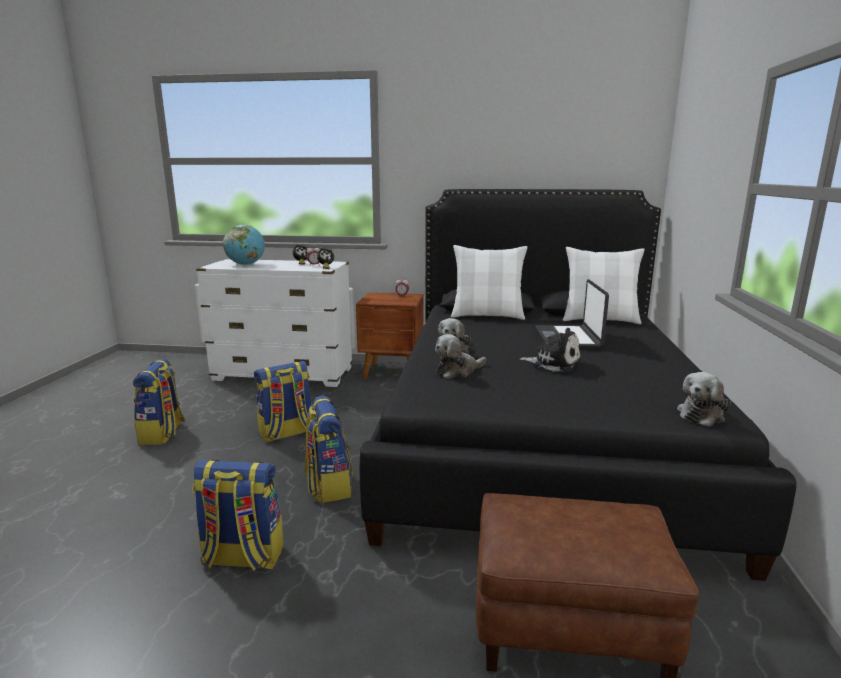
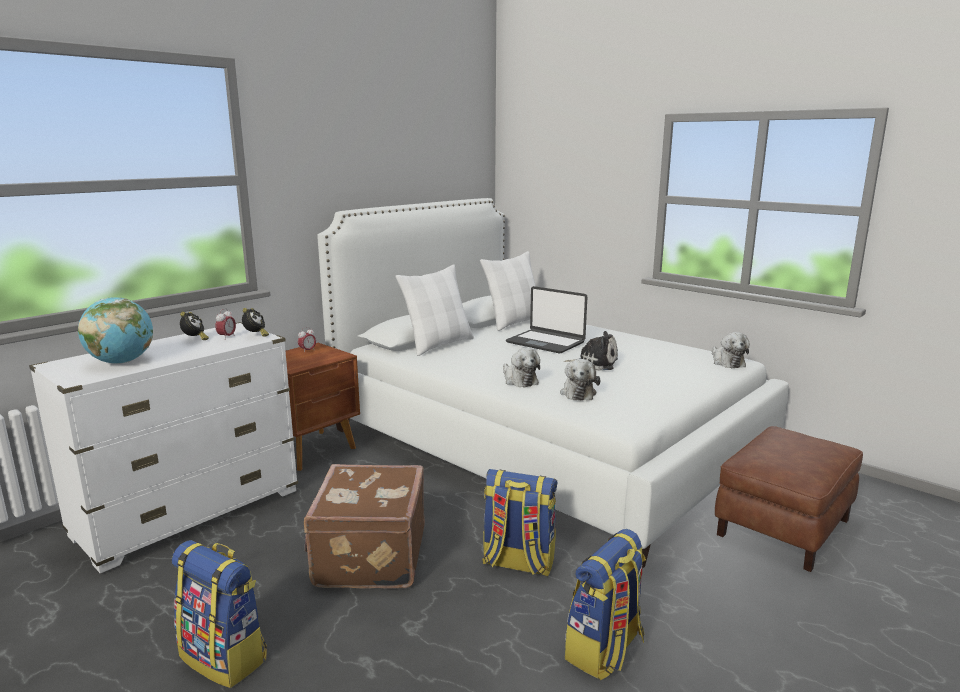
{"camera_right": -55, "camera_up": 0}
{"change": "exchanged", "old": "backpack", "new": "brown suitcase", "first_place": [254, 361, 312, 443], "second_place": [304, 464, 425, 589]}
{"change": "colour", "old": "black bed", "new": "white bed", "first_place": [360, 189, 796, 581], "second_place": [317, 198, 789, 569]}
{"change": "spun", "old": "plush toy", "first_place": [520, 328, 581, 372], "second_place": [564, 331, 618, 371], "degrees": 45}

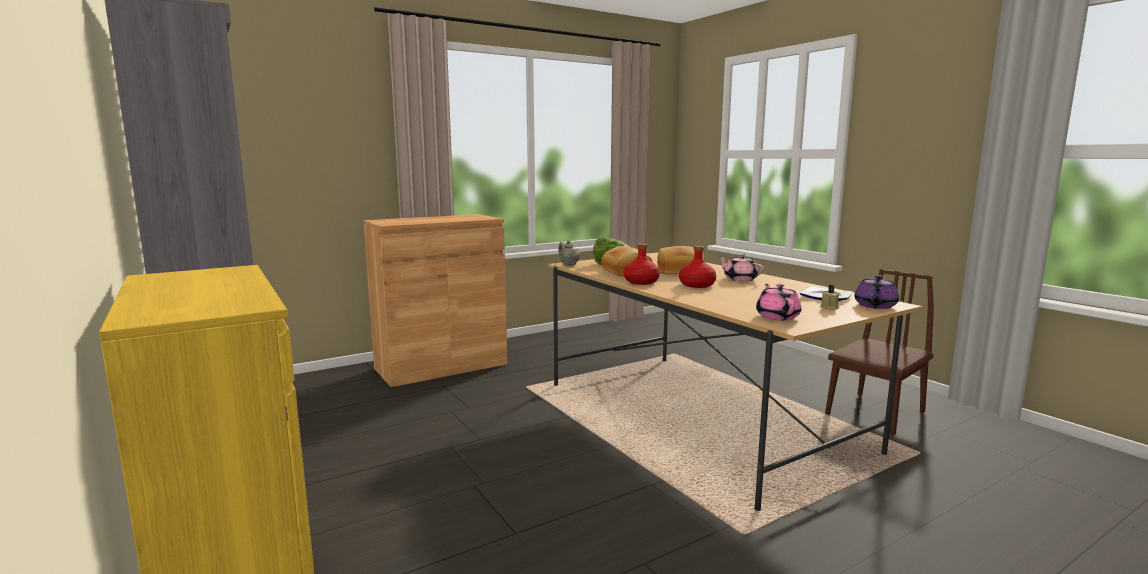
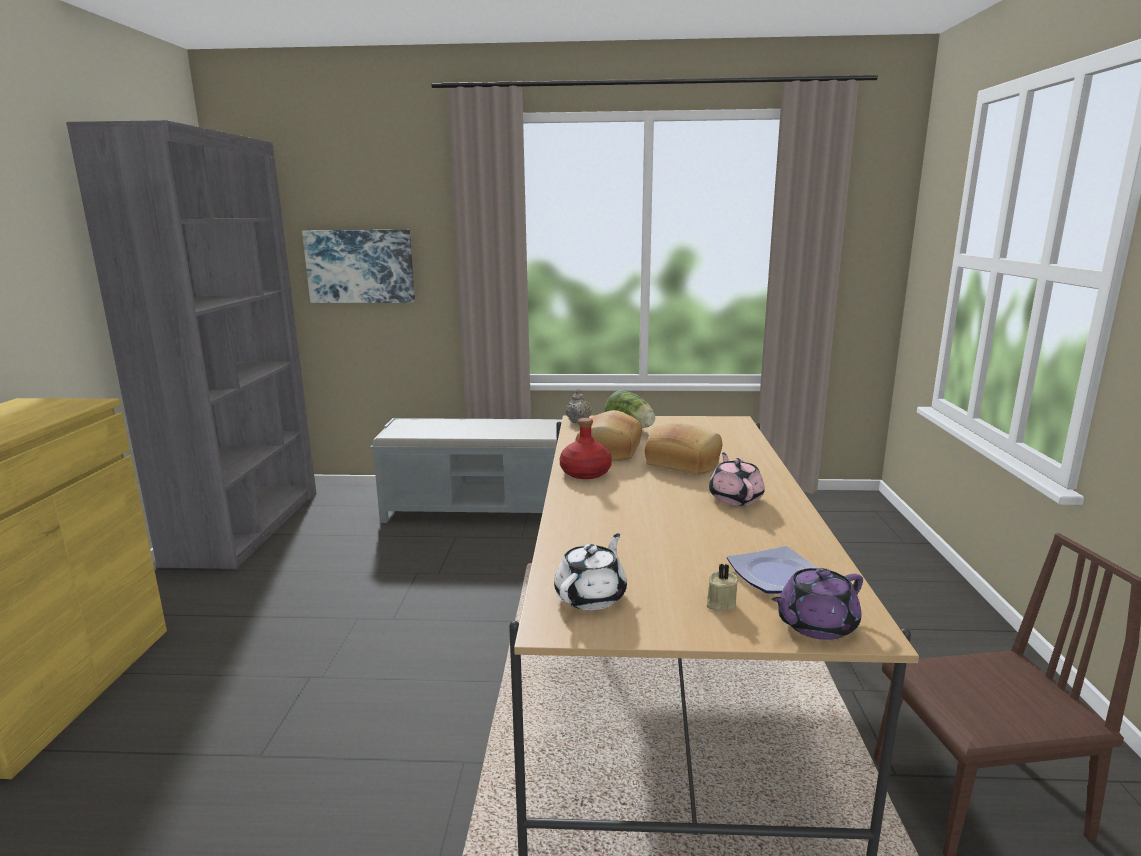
{"camera_right": 35, "camera_up": 5}
{"change": "exchanged", "old": "brown cabinet", "new": "grey bench", "first_place": [363, 214, 507, 387], "second_place": [370, 418, 562, 523]}
{"change": "missing", "old": "red bottle", "first_place": [679, 246, 716, 288]}
{"change": "colour", "old": "pink teapot", "new": "white teapot", "first_place": [756, 284, 802, 320], "second_place": [554, 533, 627, 610]}
{"change": "appeared", "new": "picture", "second_place": [302, 230, 415, 303]}

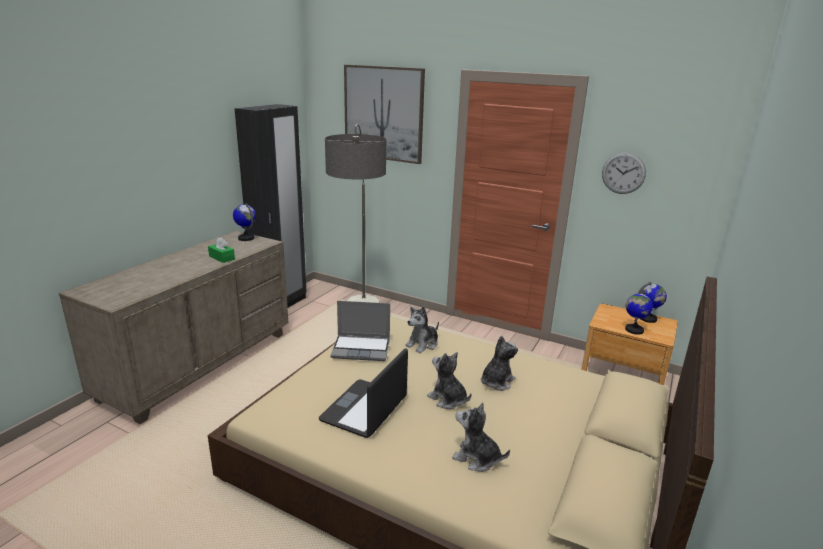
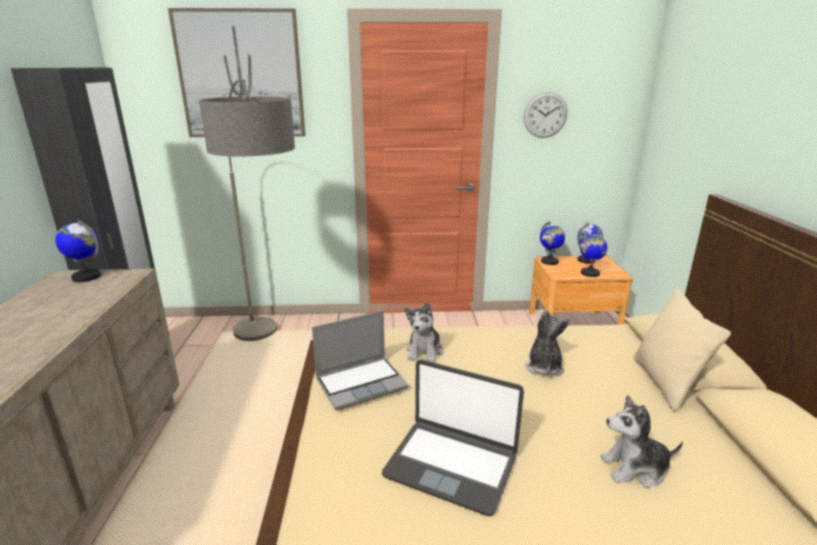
{"camera_right": -30, "camera_up": 0}
{"change": "missing", "old": "green tissue box", "first_place": [208, 237, 235, 263]}
{"change": "spun", "old": "laptop", "first_place": [319, 348, 408, 438], "second_place": [382, 360, 524, 516], "degrees": -60}
{"change": "missing", "old": "plush toy", "first_place": [427, 352, 472, 409]}
{"change": "appeared", "new": "globe", "second_place": [540, 221, 565, 265]}
{"change": "appeared", "new": "beige pillow", "second_place": [633, 288, 731, 412]}

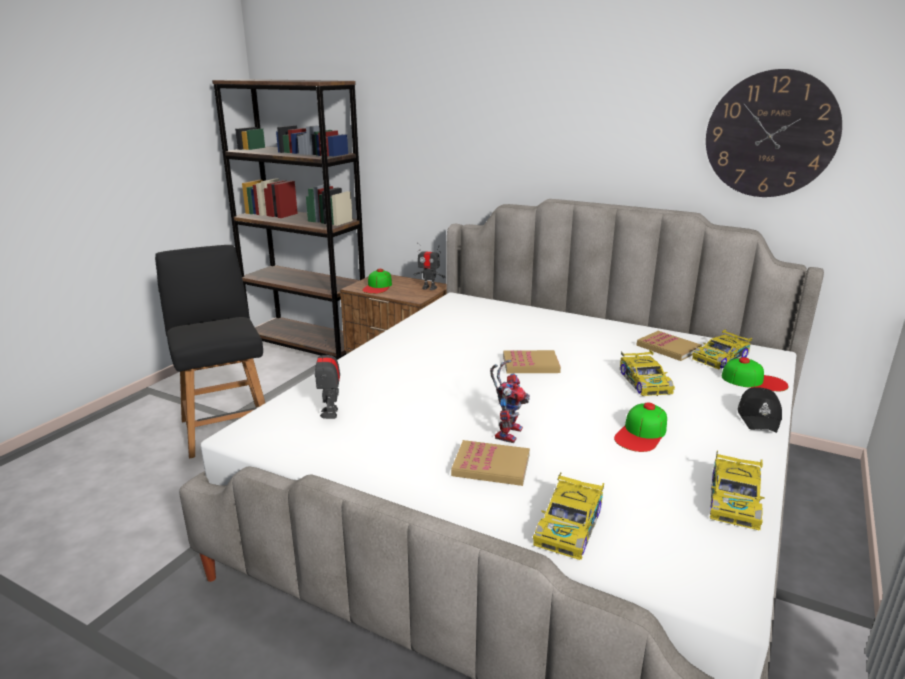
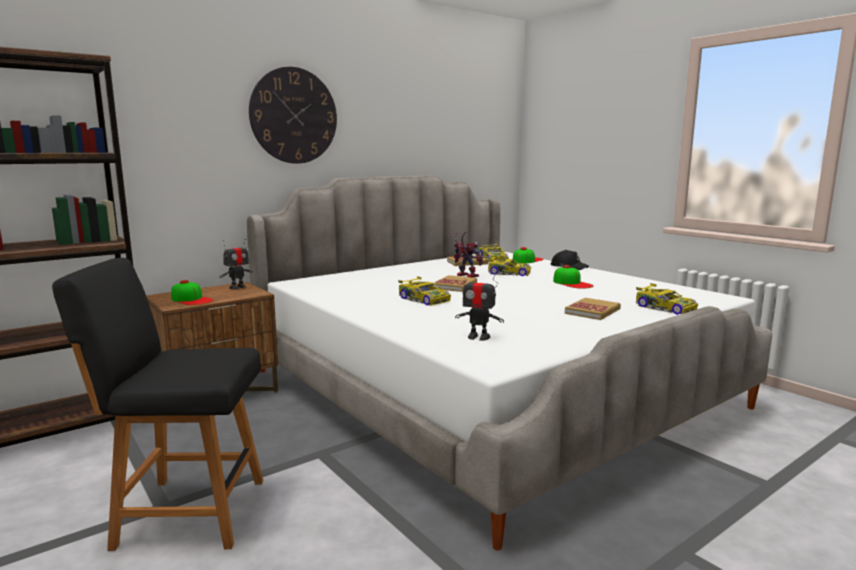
{"camera_right": -65, "camera_up": -10}
{"change": "relocated", "old": "toy robot", "first_place": [490, 360, 530, 443], "second_place": [454, 231, 483, 278]}
{"change": "relocated", "old": "wall clock", "first_place": [706, 69, 842, 197], "second_place": [249, 67, 337, 164]}
{"change": "relocated", "old": "toy car", "first_place": [710, 451, 765, 530], "second_place": [398, 276, 451, 306]}

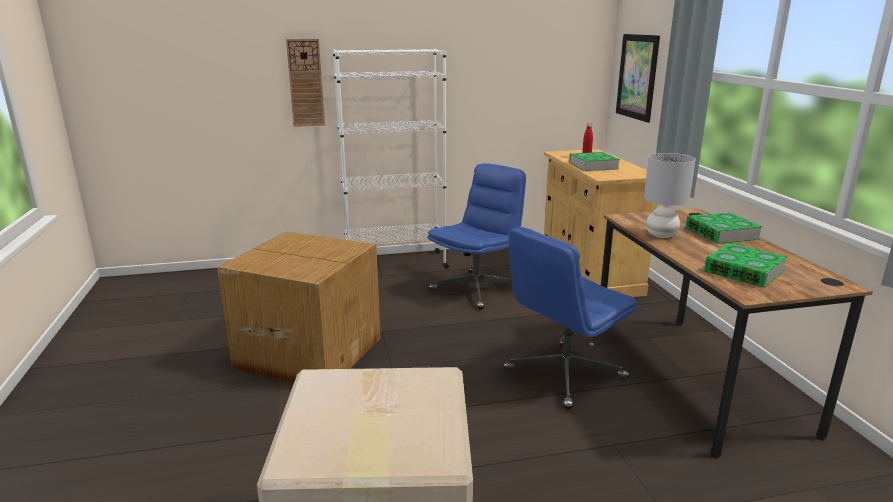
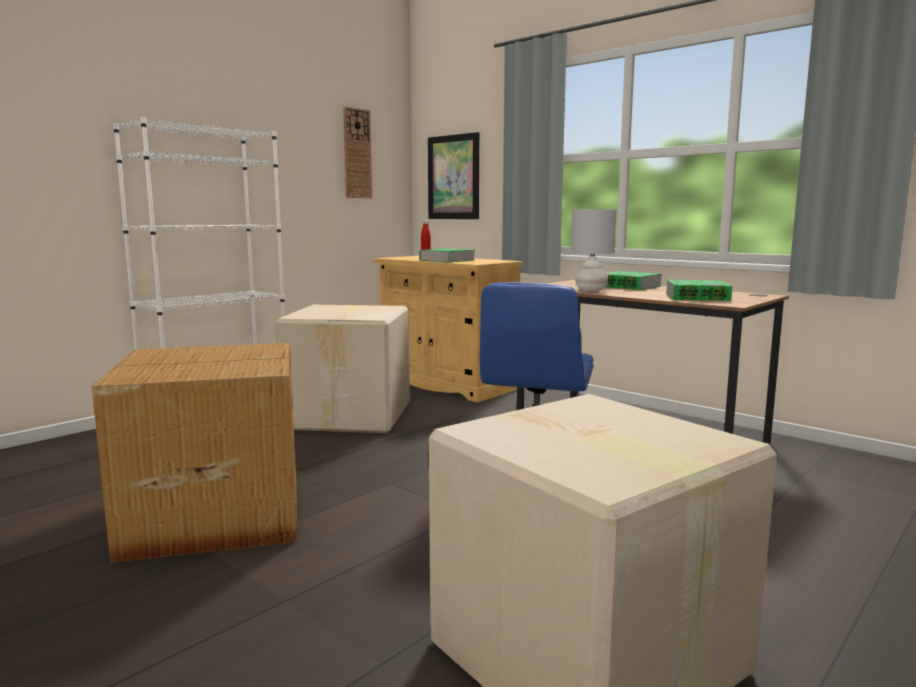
{"camera_right": -35, "camera_up": -10}
{"change": "relocated", "old": "wall clock", "first_place": [286, 39, 325, 127], "second_place": [343, 106, 372, 198]}
{"change": "exchanged", "old": "blue office chair", "new": "cardboard box", "first_place": [427, 163, 526, 310], "second_place": [275, 305, 410, 433]}

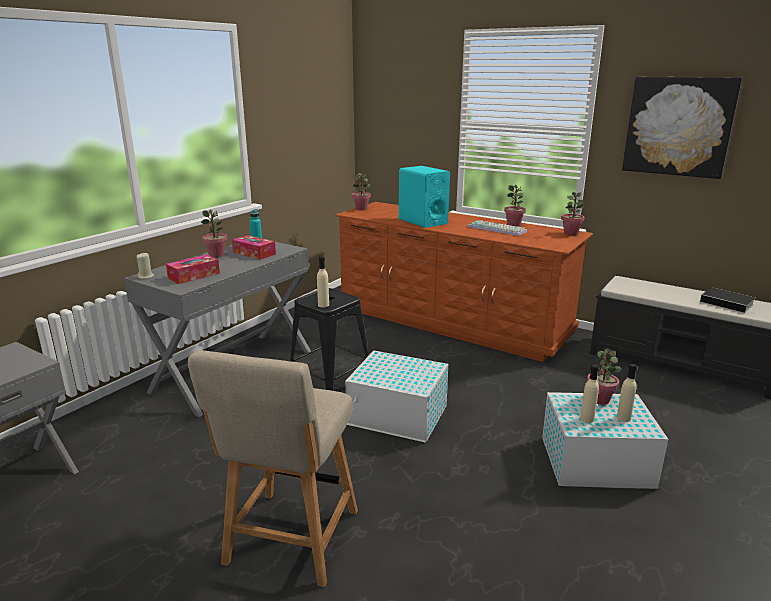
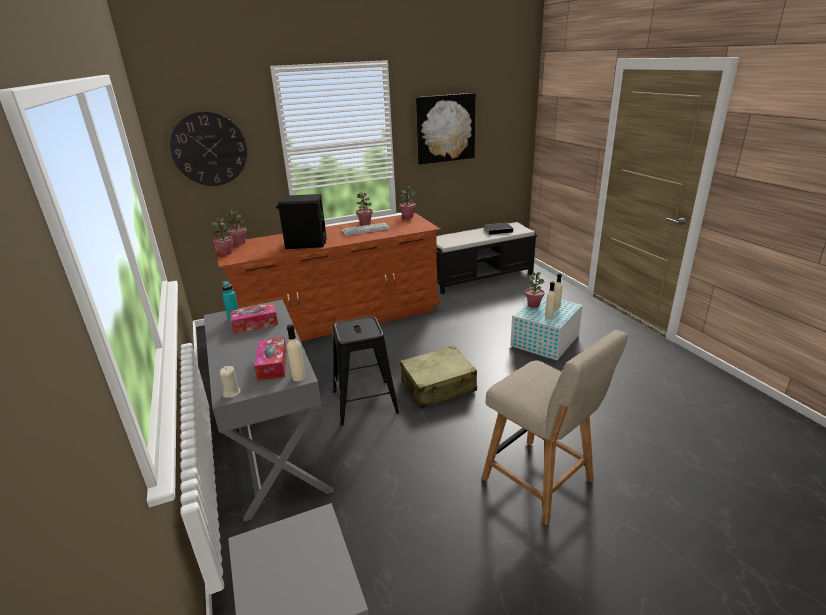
{"camera_right": -55, "camera_up": 5}
{"change": "relocated", "old": "potted plant", "first_place": [201, 210, 227, 257], "second_place": [227, 210, 247, 246]}
{"change": "relocated", "old": "beige bottle", "first_place": [317, 256, 329, 307], "second_place": [287, 324, 306, 381]}
{"change": "exchanged", "old": "white storage box", "new": "beige suitcase", "first_place": [345, 350, 448, 443], "second_place": [400, 346, 477, 408]}
{"change": "colour", "old": "turquoise speaker", "new": "black speaker", "first_place": [399, 166, 450, 228], "second_place": [276, 194, 326, 249]}
{"change": "appeared", "new": "wall clock", "second_place": [170, 111, 247, 186]}

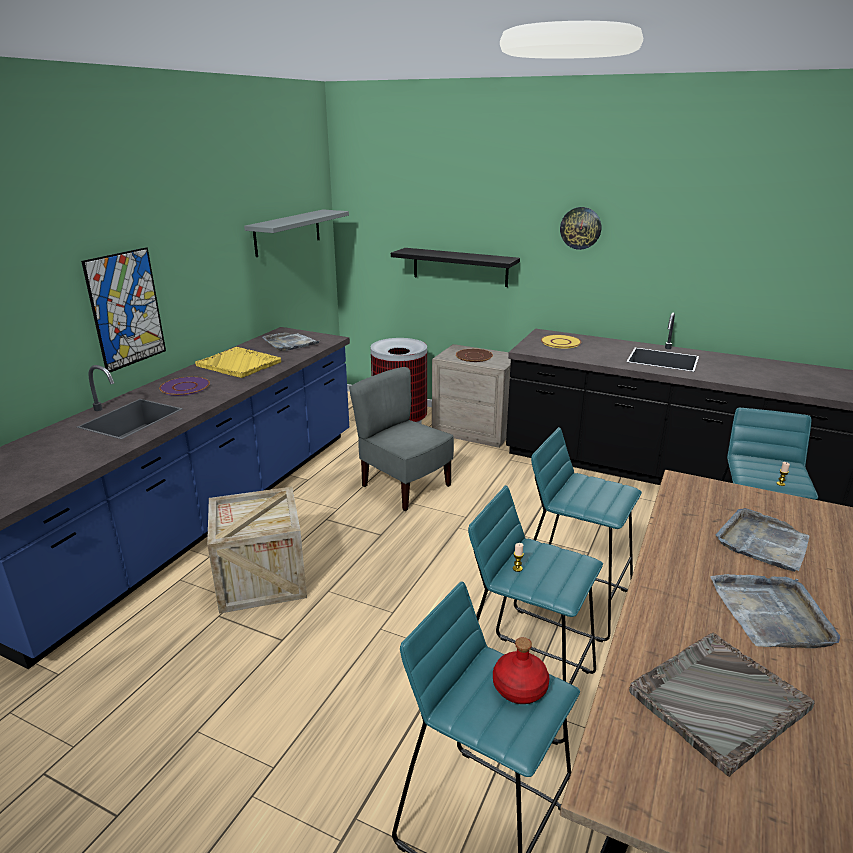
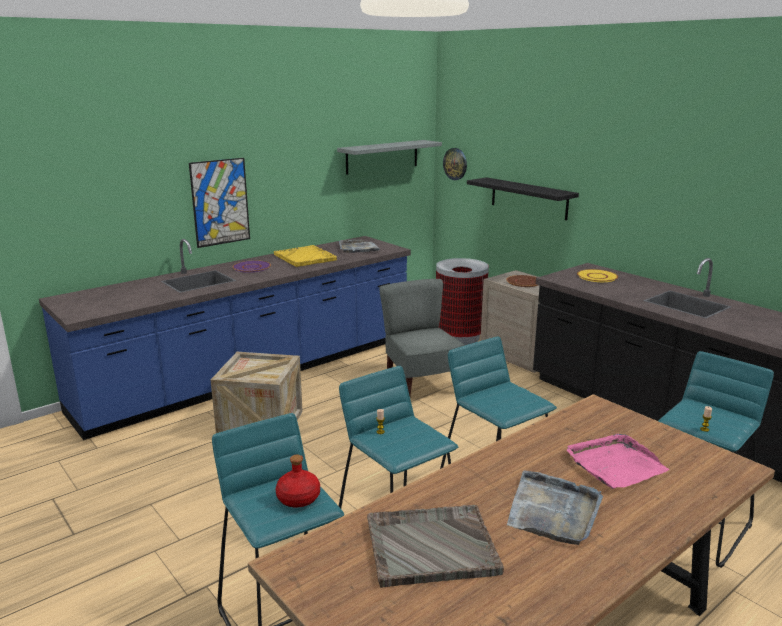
{"camera_right": 25, "camera_up": -5}
{"change": "relocated", "old": "wall clock", "first_place": [560, 207, 601, 250], "second_place": [443, 148, 467, 180]}
{"change": "colour", "old": "grey tray", "new": "pink tray", "first_place": [716, 508, 809, 572], "second_place": [567, 434, 669, 489]}

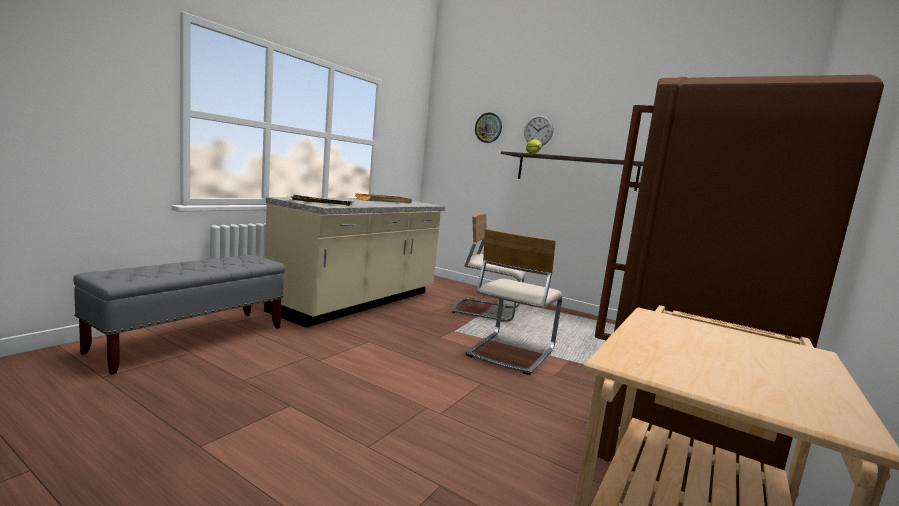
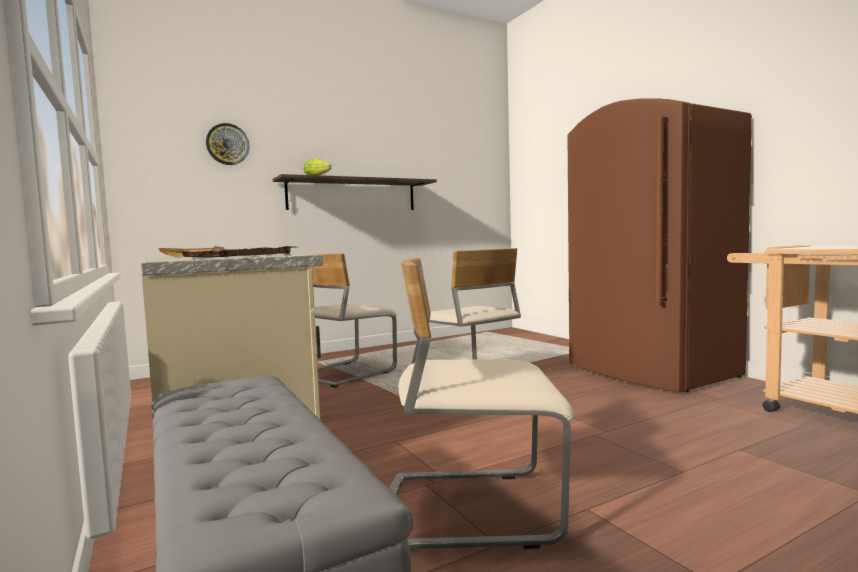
{"camera_right": -60, "camera_up": -5}
{"change": "missing", "old": "wall clock", "first_place": [524, 115, 554, 146]}
{"change": "appeared", "new": "beige chair", "second_place": [389, 258, 575, 549]}

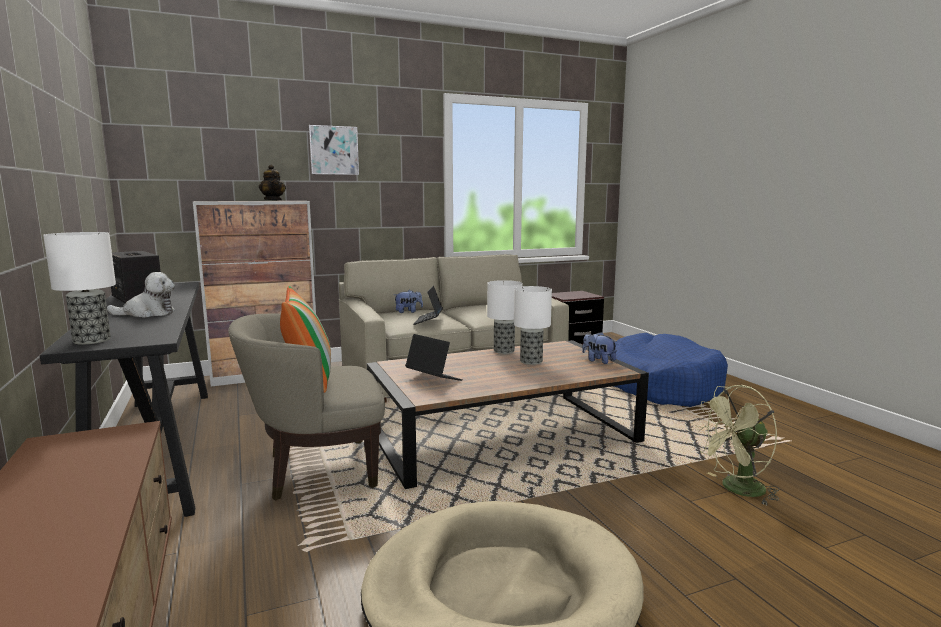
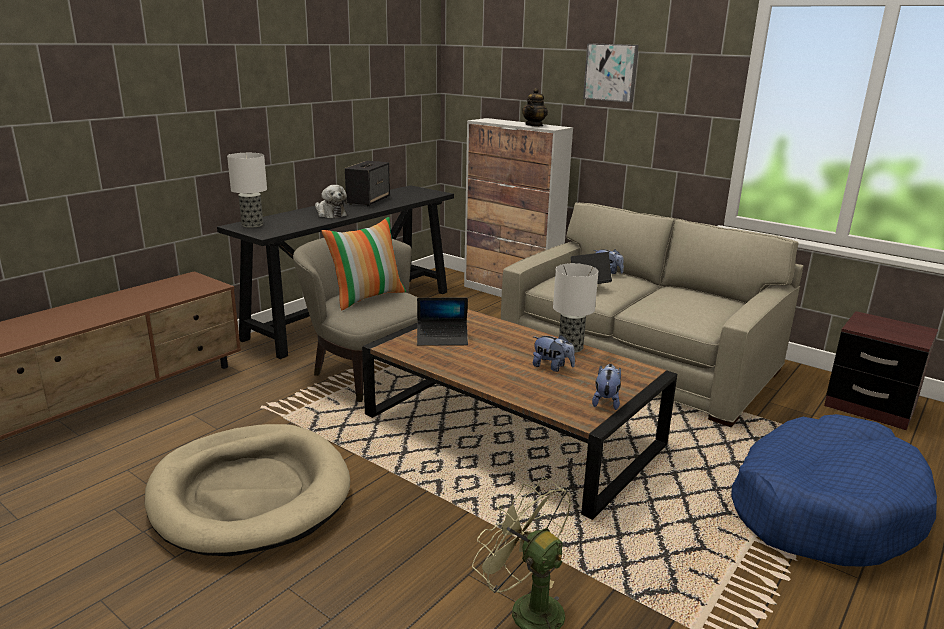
{"camera_right": 60, "camera_up": 10}
{"change": "spun", "old": "laptop", "first_place": [405, 334, 463, 381], "second_place": [417, 298, 468, 346], "degrees": 75}
{"change": "exchanged", "old": "table lamp", "new": "plush toy", "first_place": [514, 286, 552, 365], "second_place": [533, 335, 575, 372]}

